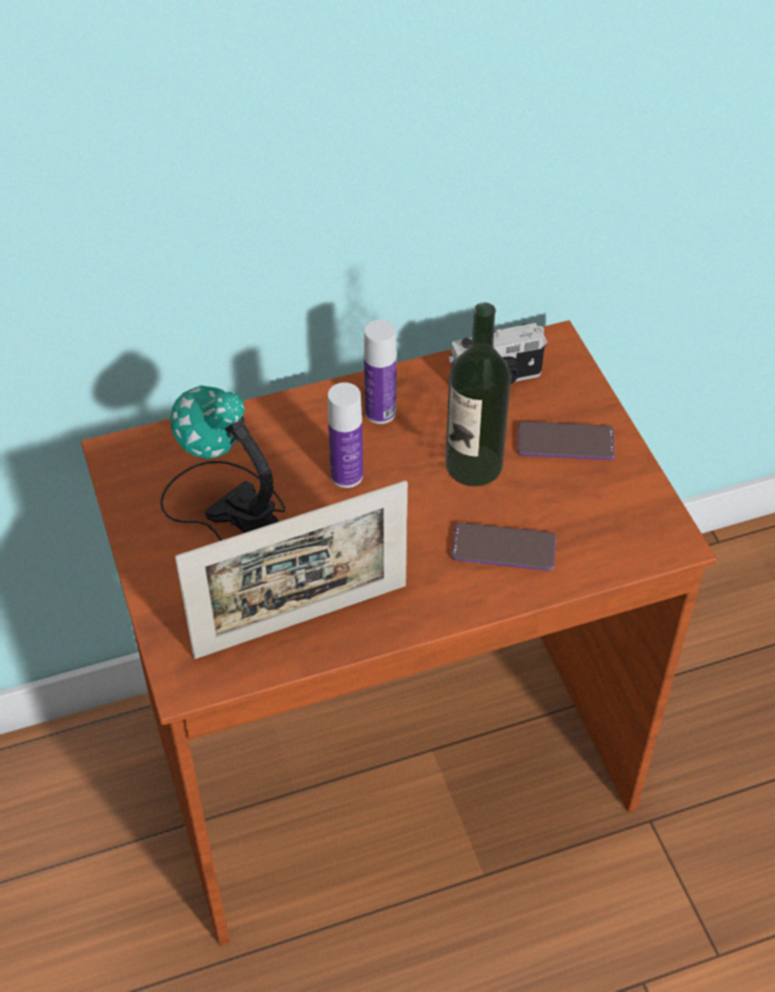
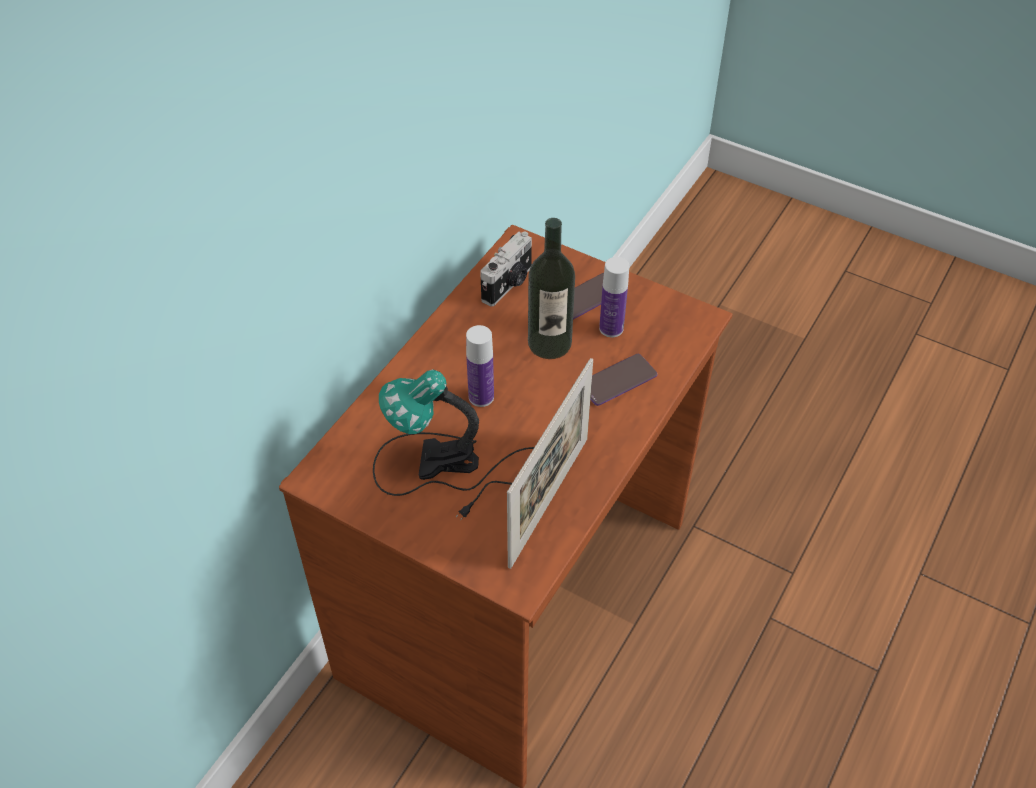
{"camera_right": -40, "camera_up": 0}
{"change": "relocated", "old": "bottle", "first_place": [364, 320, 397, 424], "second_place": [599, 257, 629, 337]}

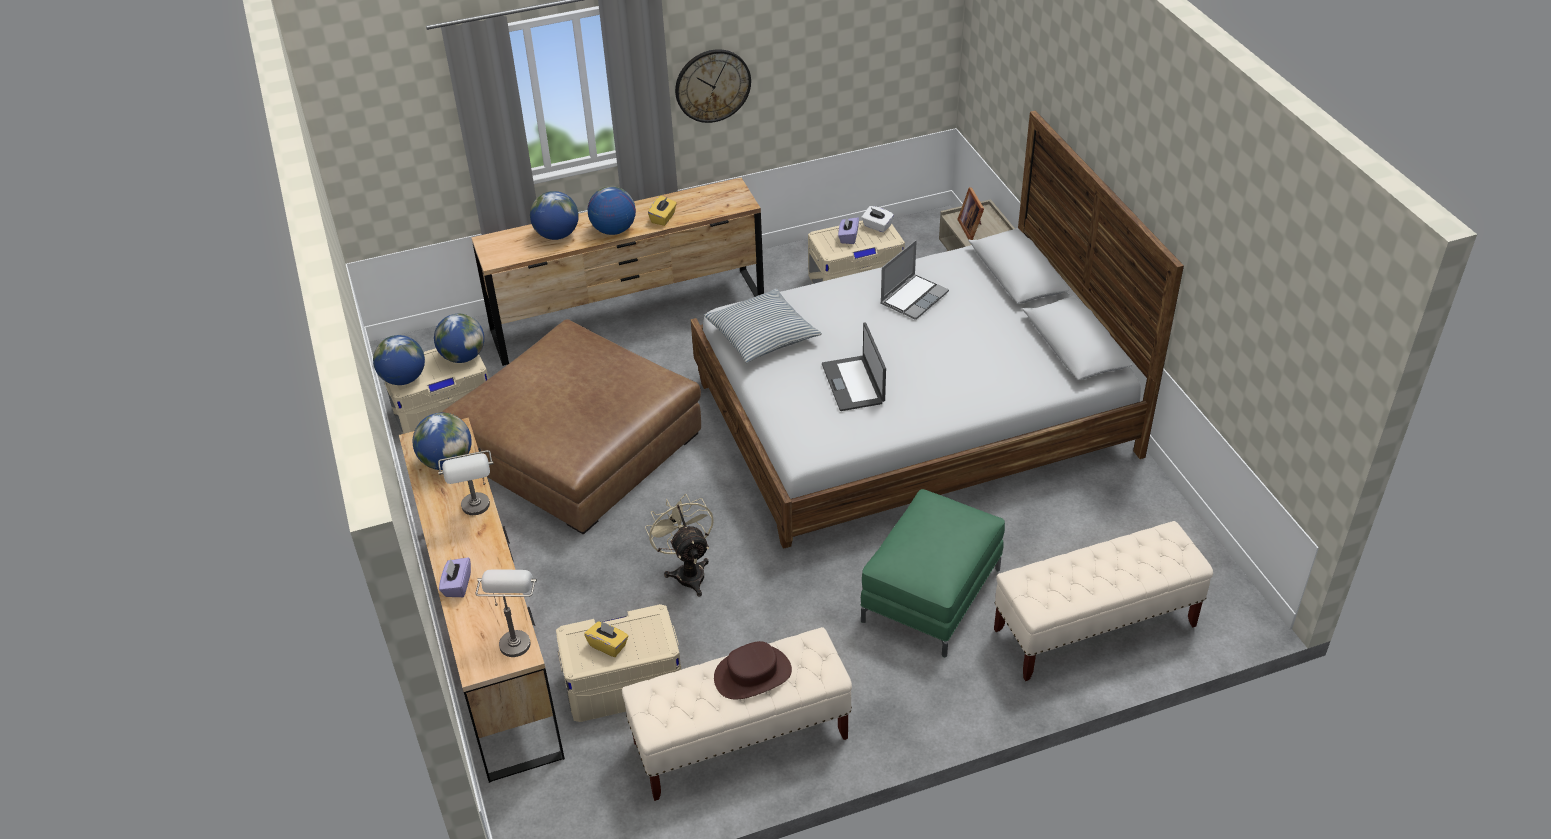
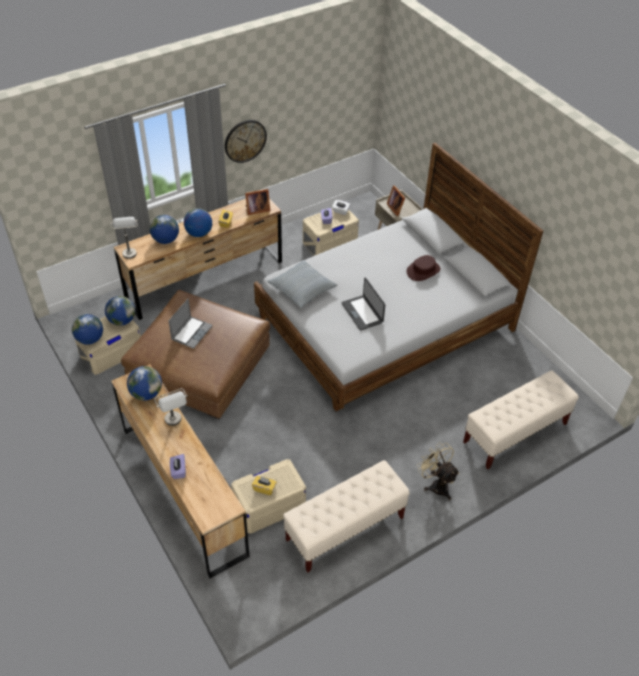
{"camera_right": -15, "camera_up": 5}
{"change": "relocated", "old": "grey table lamp", "first_place": [476, 569, 537, 657], "second_place": [111, 217, 138, 259]}
{"change": "relocated", "old": "beige fan", "first_place": [645, 494, 714, 597], "second_place": [417, 443, 459, 500]}
{"change": "relocated", "old": "brown hat", "first_place": [714, 641, 792, 699], "second_place": [407, 255, 441, 281]}
{"change": "missing", "old": "green ottoman", "first_place": [861, 489, 1005, 657]}
{"change": "relocated", "old": "laptop", "first_place": [880, 240, 949, 320], "second_place": [168, 298, 213, 349]}
{"change": "appeared", "new": "picture frame", "second_place": [245, 189, 270, 215]}

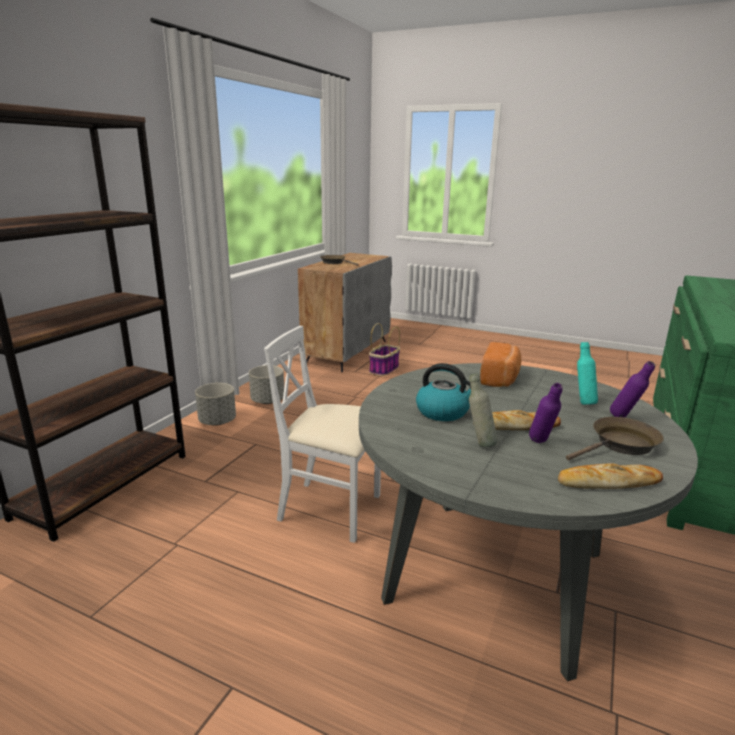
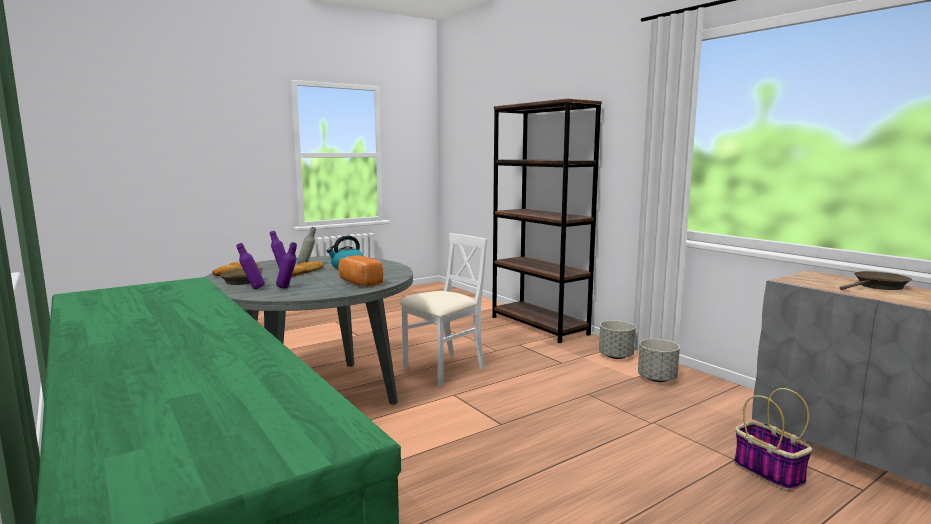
{"camera_right": 120, "camera_up": -10}
{"change": "colour", "old": "turquoise bottle", "new": "purple bottle", "first_place": [577, 342, 598, 405], "second_place": [276, 242, 297, 288]}

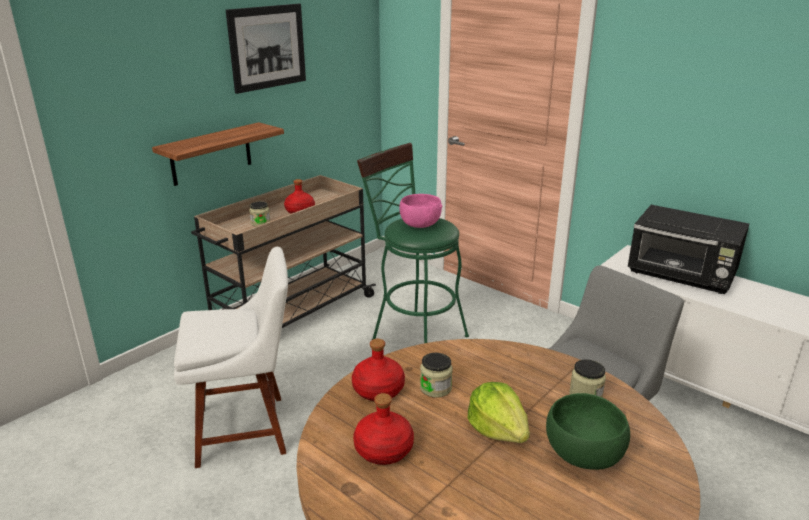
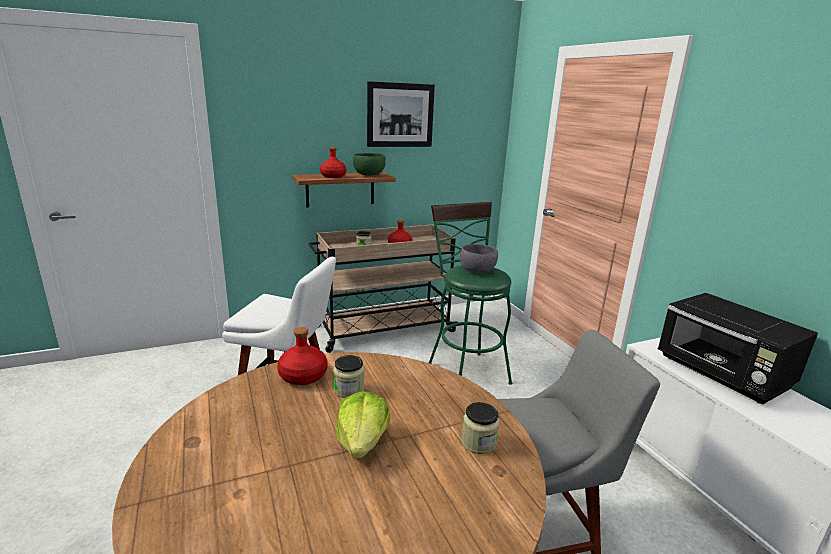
{"camera_right": 25, "camera_up": -5}
{"change": "relocated", "old": "red bottle", "first_place": [353, 393, 414, 465], "second_place": [320, 147, 346, 178]}
{"change": "colour", "old": "pink bowl", "new": "grey bowl", "first_place": [399, 194, 442, 228], "second_place": [460, 244, 498, 273]}
{"change": "relocated", "old": "green bowl", "first_place": [546, 393, 630, 470], "second_place": [353, 153, 386, 176]}

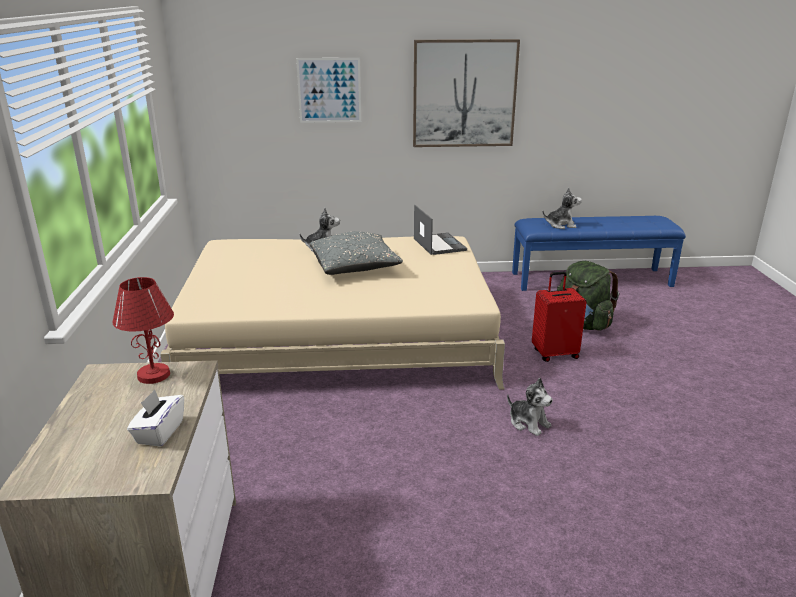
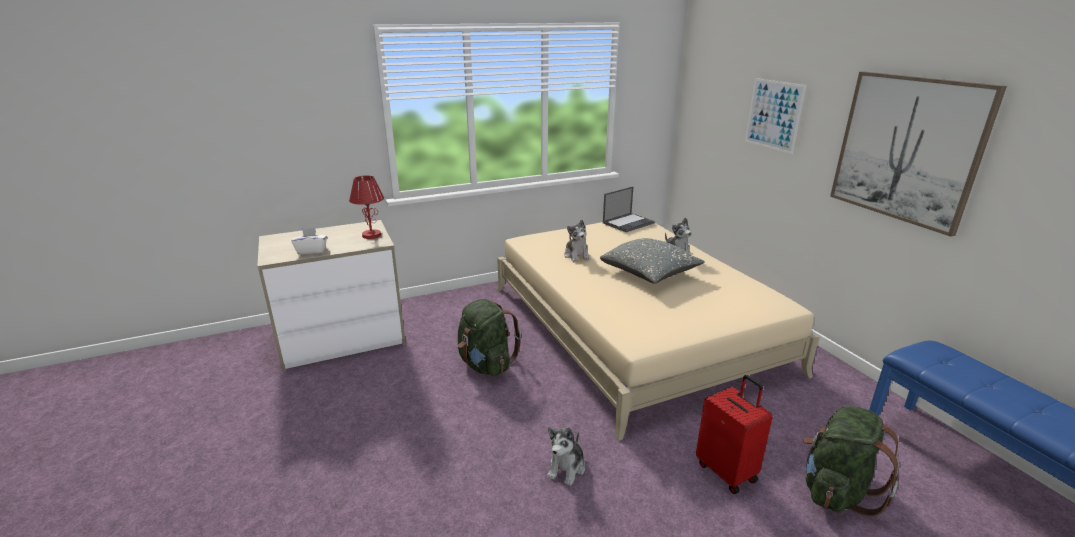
{"camera_right": 70, "camera_up": 0}
{"change": "relocated", "old": "laptop", "first_place": [414, 205, 467, 255], "second_place": [603, 187, 655, 232]}
{"change": "relocated", "old": "plush toy", "first_place": [542, 187, 582, 229], "second_place": [564, 220, 590, 262]}
{"change": "appeared", "new": "green backpack", "second_place": [458, 299, 521, 376]}

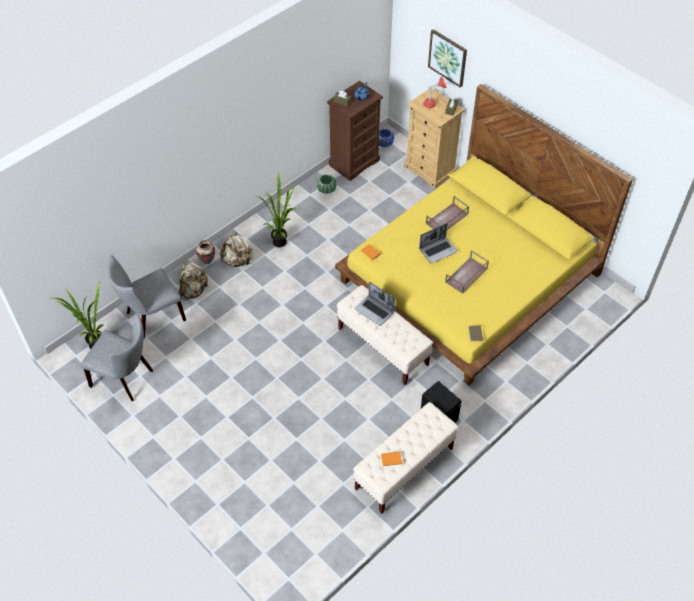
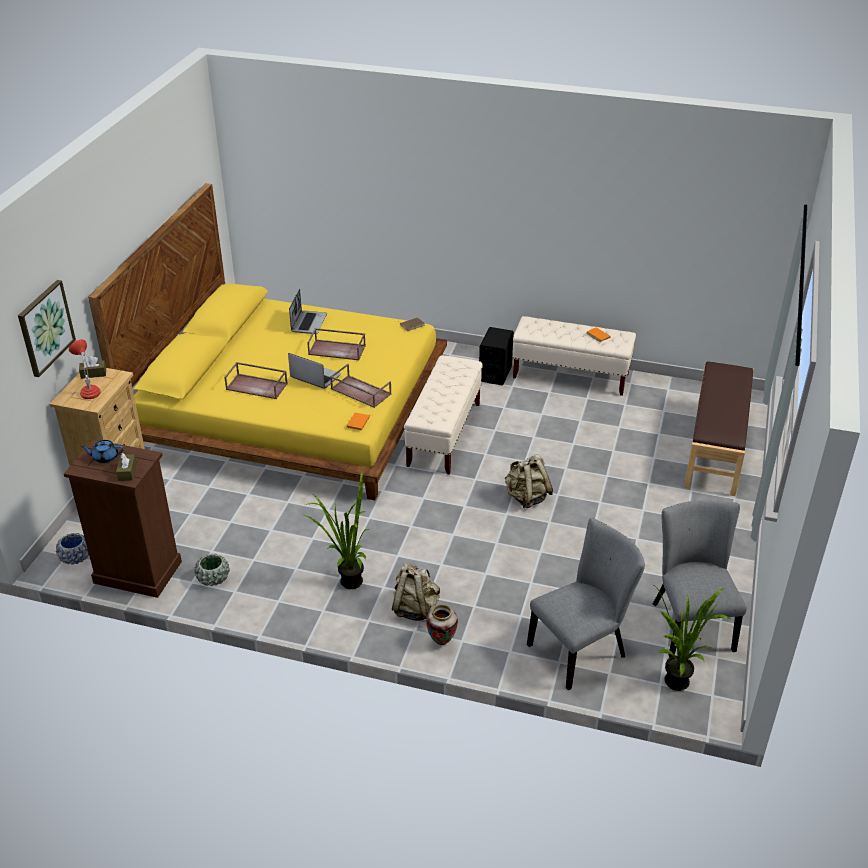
{"camera_right": -120, "camera_up": -15}
{"change": "spun", "old": "grey chair", "first_place": [108, 255, 186, 338], "second_place": [527, 518, 645, 690], "degrees": -60}
{"change": "relocated", "old": "beige backpack", "first_place": [178, 262, 208, 300], "second_place": [505, 454, 553, 508]}
{"change": "relocated", "old": "laptop", "first_place": [355, 282, 395, 326], "second_place": [289, 289, 327, 334]}
{"change": "appeared", "new": "brown tray", "second_place": [330, 364, 392, 408]}
{"change": "appeared", "new": "brown bench", "second_place": [684, 361, 754, 496]}

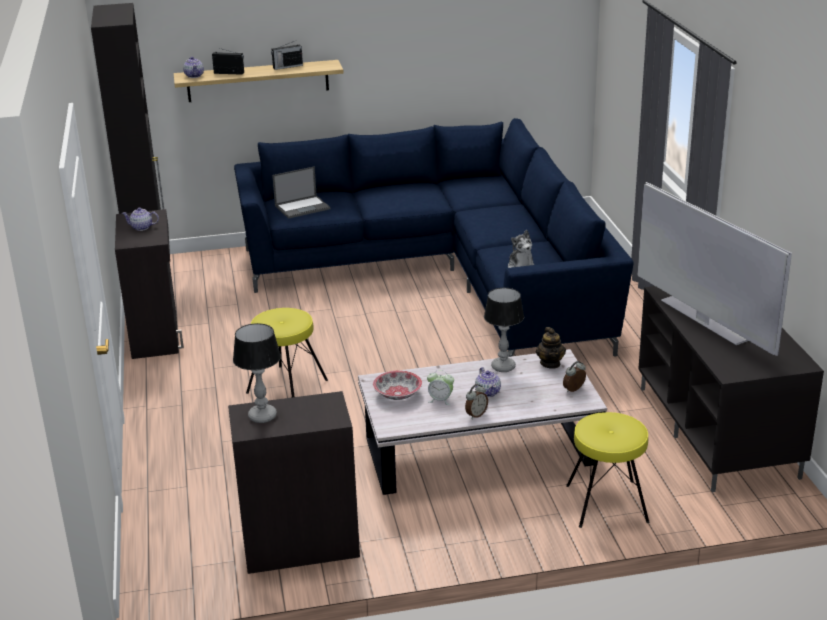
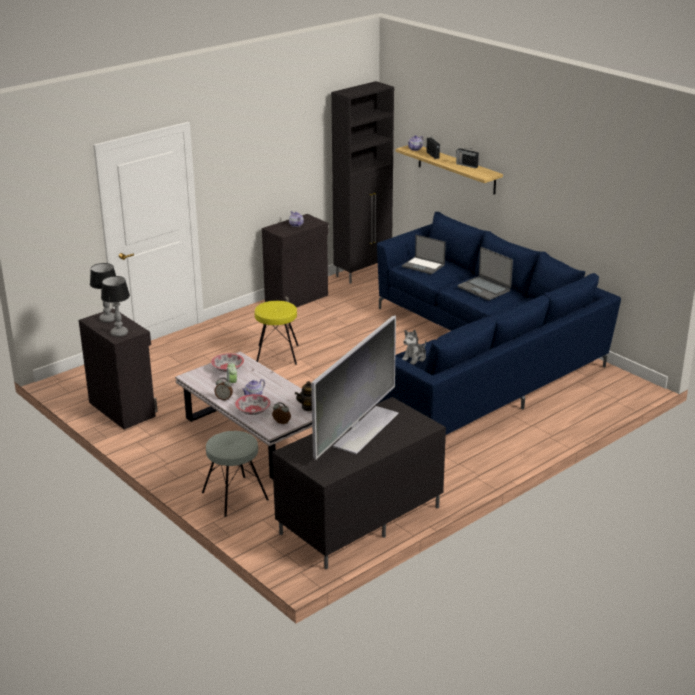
{"camera_right": 60, "camera_up": 0}
{"change": "relocated", "old": "table lamp", "first_place": [484, 288, 524, 372], "second_place": [101, 276, 130, 337]}
{"change": "colour", "old": "yellow stool", "new": "grey stool", "first_place": [566, 412, 650, 528], "second_place": [202, 431, 269, 517]}
{"change": "appeared", "new": "bowl", "second_place": [235, 394, 271, 415]}
{"change": "appeared", "new": "laptop", "second_place": [458, 247, 513, 300]}

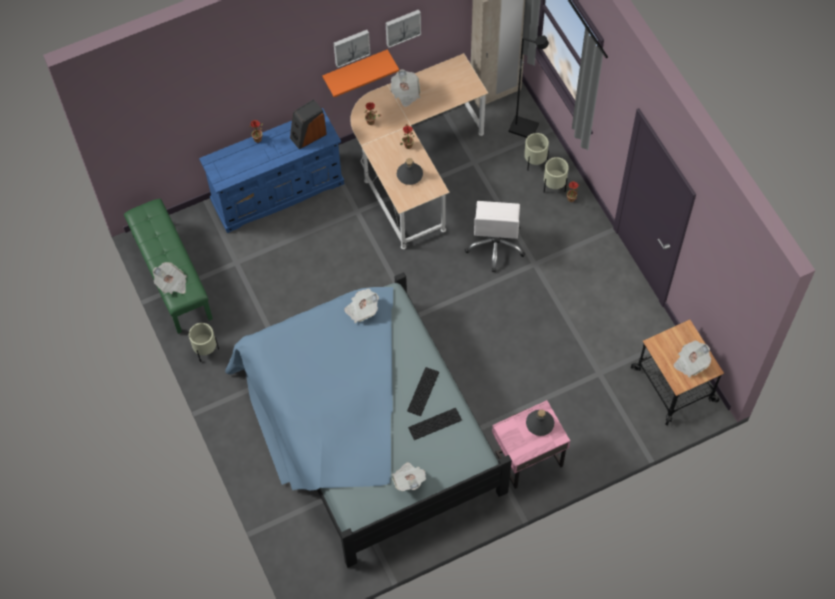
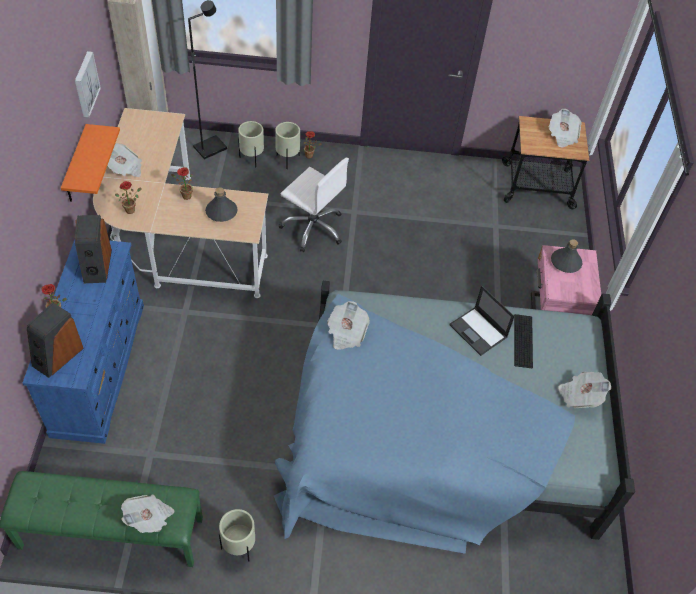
{"camera_right": -65, "camera_up": -10}
{"change": "missing", "old": "picture", "first_place": [334, 30, 371, 68]}
{"change": "exchanged", "old": "keyboard", "new": "laptop", "first_place": [407, 367, 439, 416], "second_place": [449, 286, 515, 356]}
{"change": "appeared", "new": "speaker", "second_place": [27, 302, 84, 378]}

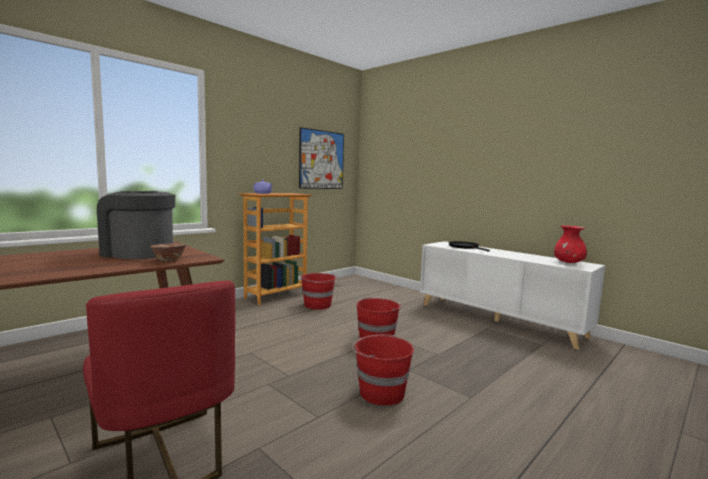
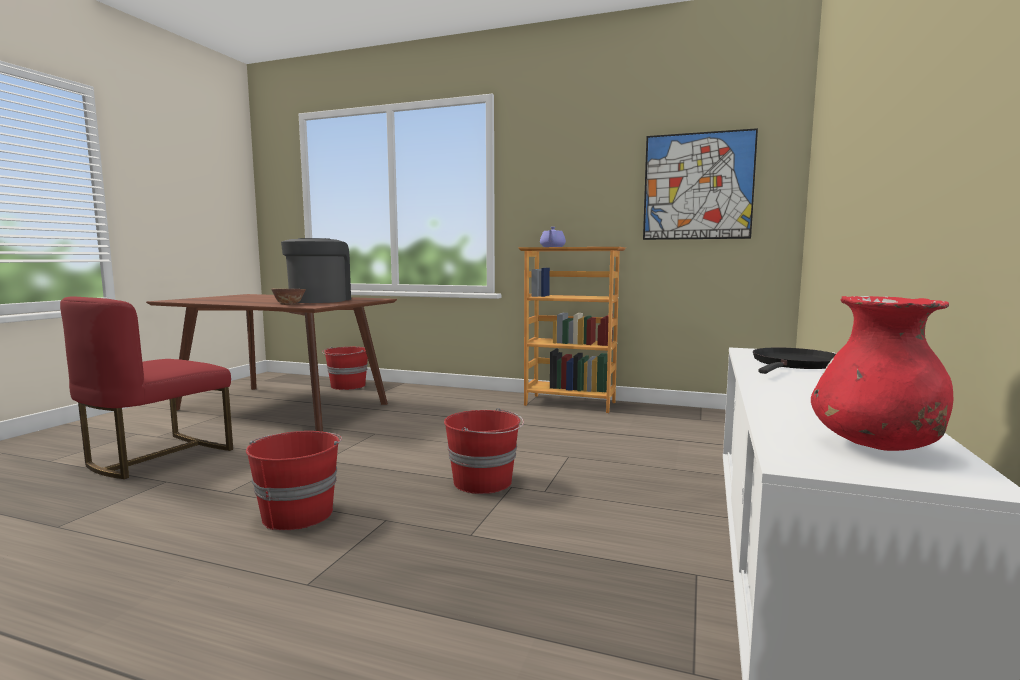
{"camera_right": 65, "camera_up": 0}
{"change": "relocated", "old": "red bucket", "first_place": [301, 273, 337, 310], "second_place": [322, 347, 368, 390]}

